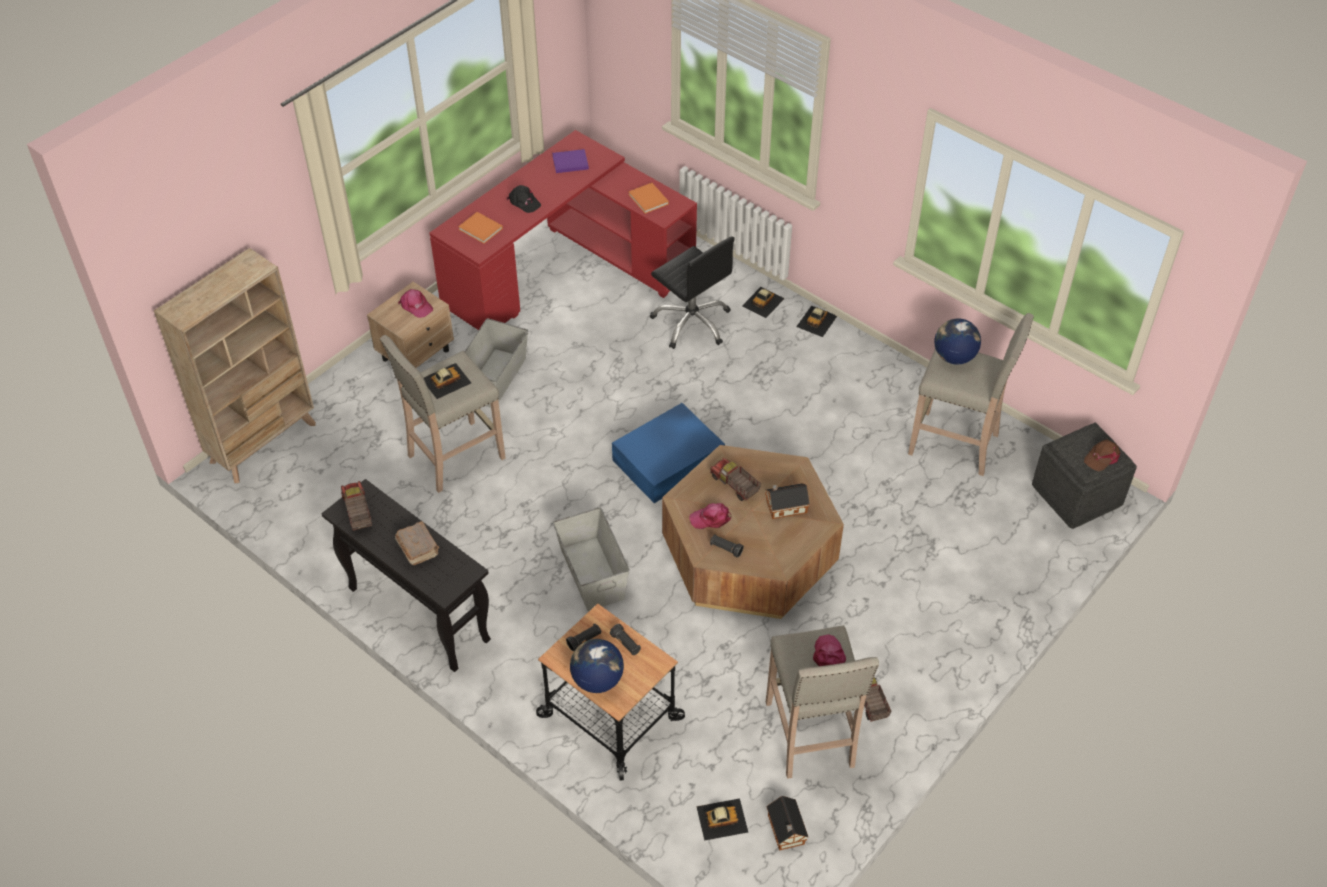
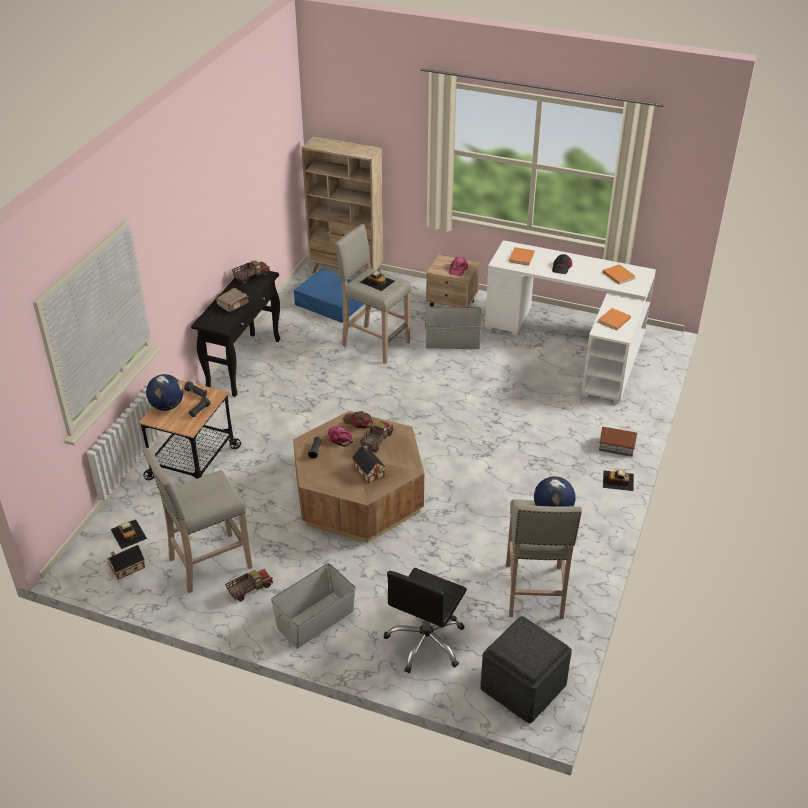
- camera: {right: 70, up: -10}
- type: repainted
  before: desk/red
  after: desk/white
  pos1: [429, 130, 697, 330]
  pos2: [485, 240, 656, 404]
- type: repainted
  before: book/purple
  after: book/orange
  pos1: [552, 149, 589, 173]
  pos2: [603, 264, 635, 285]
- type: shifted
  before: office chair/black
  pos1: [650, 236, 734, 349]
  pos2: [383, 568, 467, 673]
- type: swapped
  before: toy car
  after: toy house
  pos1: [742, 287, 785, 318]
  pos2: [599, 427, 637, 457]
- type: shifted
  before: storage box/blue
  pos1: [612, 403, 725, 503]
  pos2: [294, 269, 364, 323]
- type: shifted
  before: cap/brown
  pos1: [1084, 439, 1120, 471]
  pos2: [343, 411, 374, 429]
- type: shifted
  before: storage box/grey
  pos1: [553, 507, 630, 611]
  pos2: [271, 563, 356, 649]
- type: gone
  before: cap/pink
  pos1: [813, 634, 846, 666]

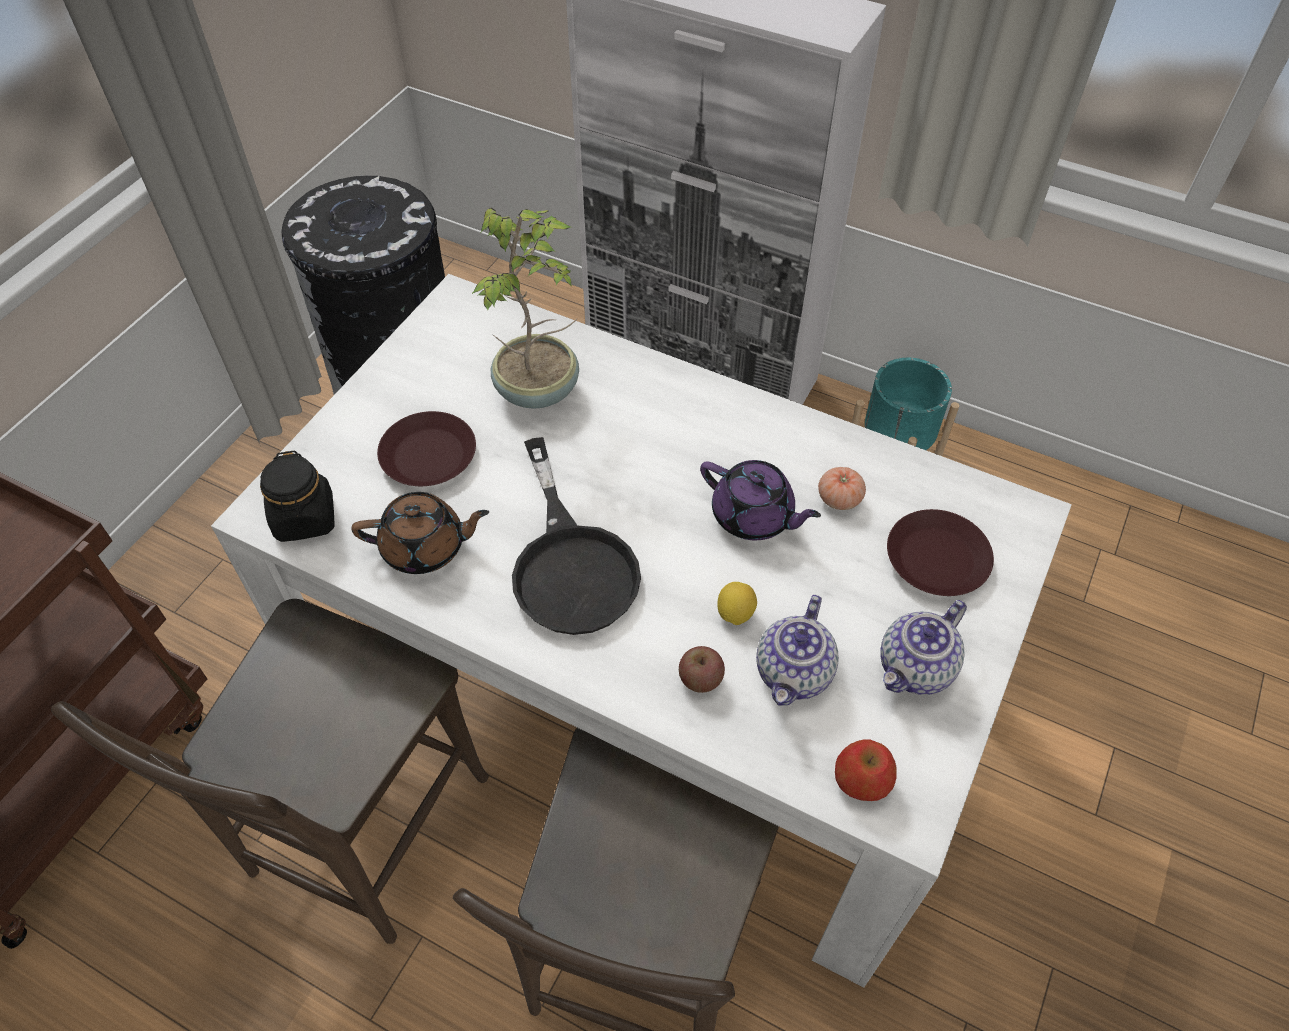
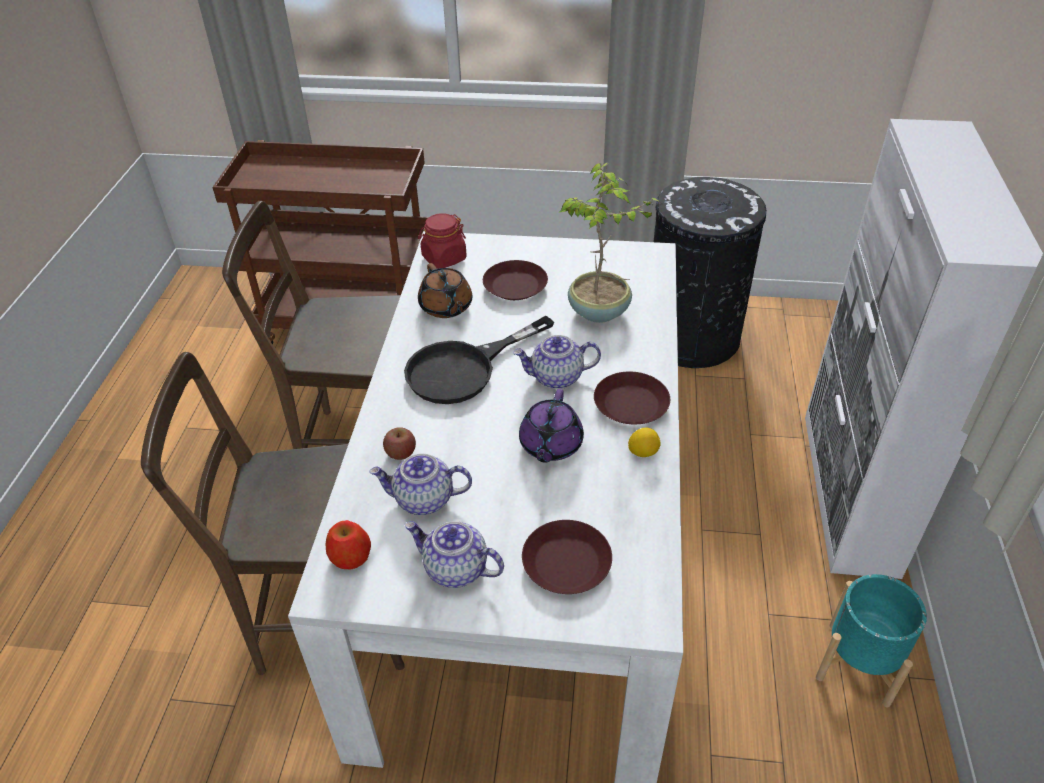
- camera: {right: 70, up: -10}
- type: repainted
  before: jar/black
  after: jar/red
  pos1: [260, 450, 335, 542]
  pos2: [418, 213, 467, 269]
- type: gone
  before: tomato
  pos1: [818, 467, 866, 510]
- type: shifted
  before: lemon
  pos1: [717, 582, 757, 625]
  pos2: [628, 428, 661, 457]
- type: new
  after: teapot
  pos2: [513, 335, 601, 389]
- type: new
  after: plate/brown
  pos2: [594, 372, 670, 424]

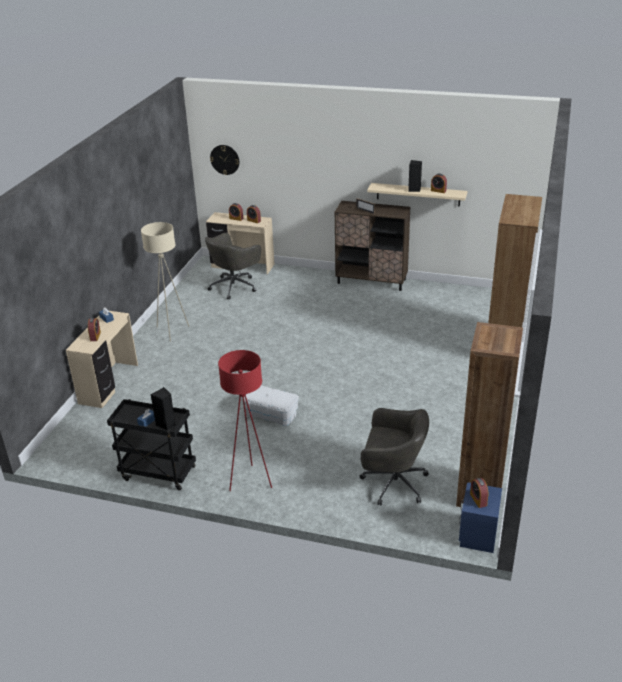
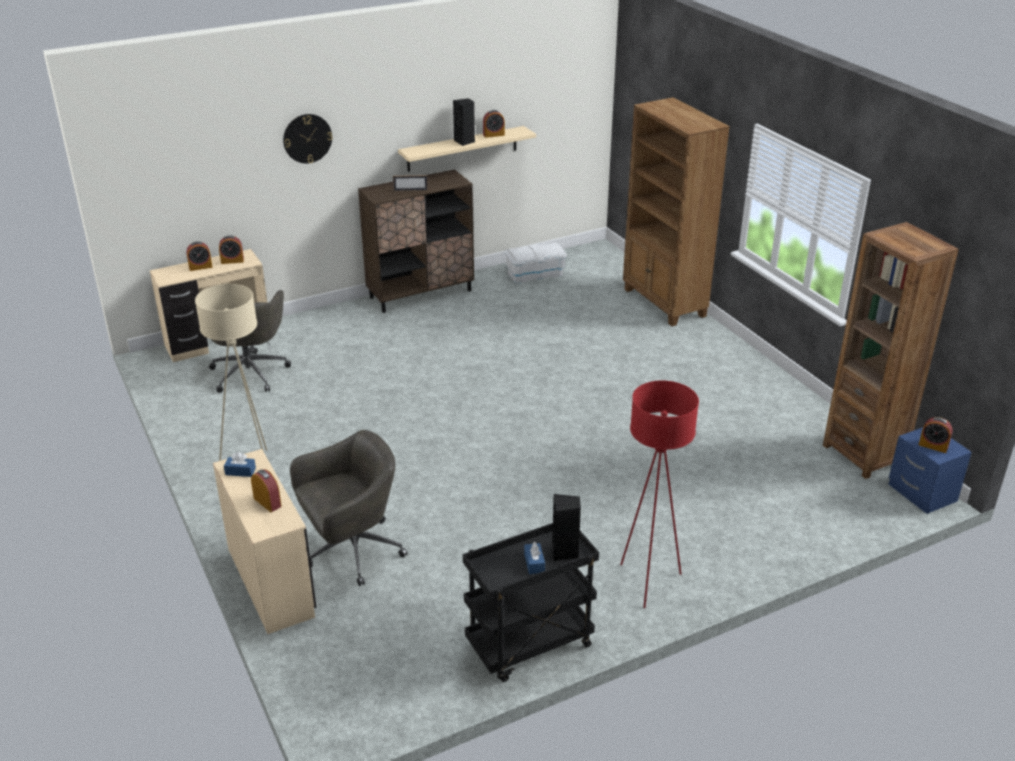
- camera: {right: -45, up: 0}
- type: shifted
  before: wall clock
  pos1: [210, 145, 239, 175]
  pos2: [283, 114, 332, 163]
- type: shifted
  before: storage box/white
  pos1: [244, 385, 299, 426]
  pos2: [505, 242, 567, 283]
- type: shifted
  before: office chair/grey
  pos1: [360, 408, 429, 505]
  pos2: [290, 430, 407, 586]

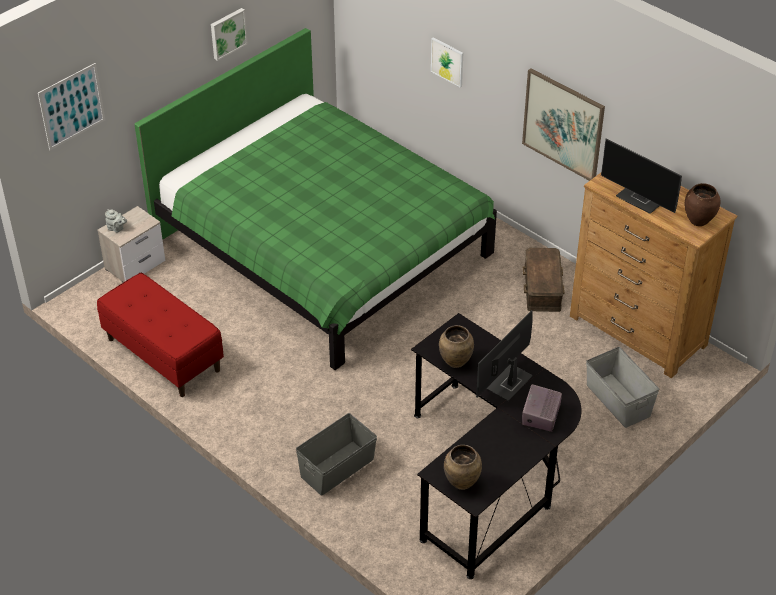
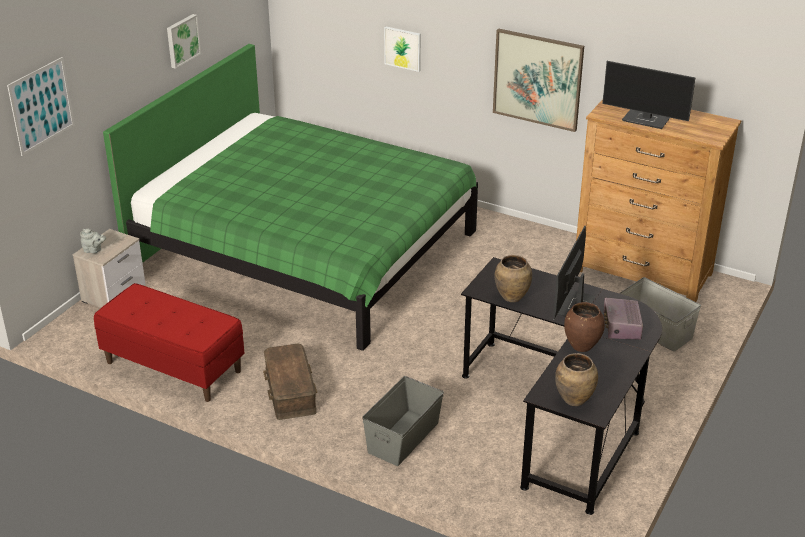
- camera: {right: -15, up: -10}
- type: shifted
  before: vase/brown
  pos1: [685, 183, 720, 226]
  pos2: [564, 302, 605, 352]
- type: shifted
  before: storage box/brown
  pos1: [523, 248, 565, 312]
  pos2: [263, 344, 317, 420]

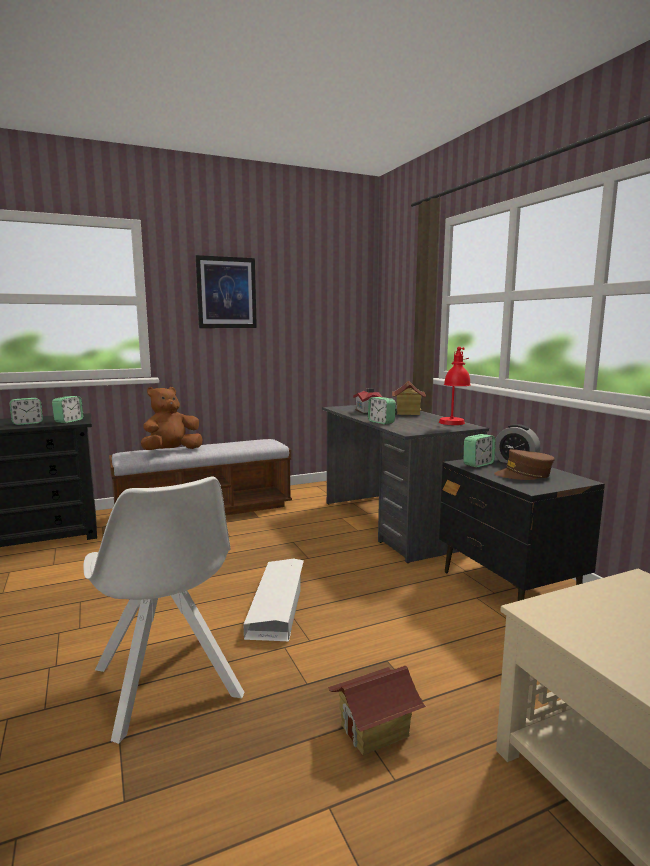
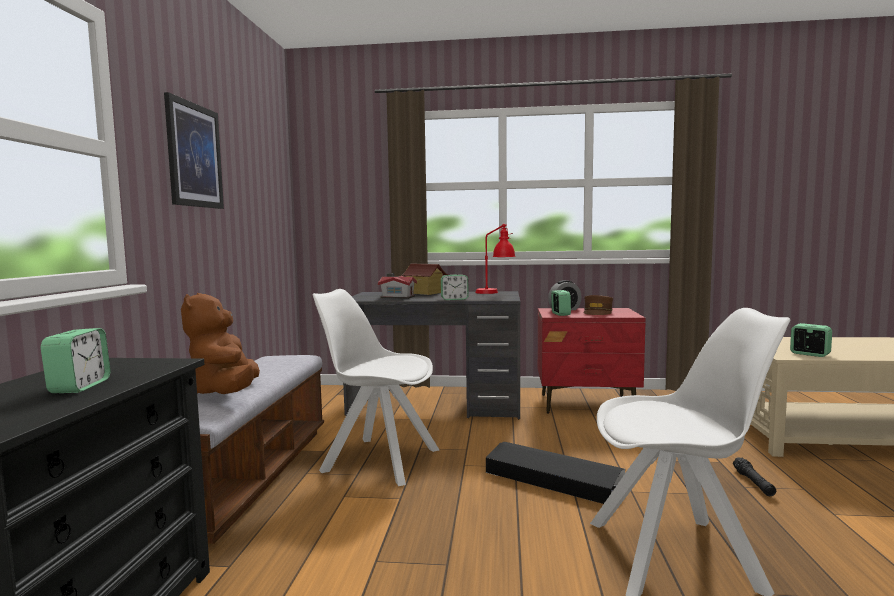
- camera: {right: -60, up: -5}
- type: shifted
  before: alarm clock
  pos1: [52, 396, 83, 423]
  pos2: [790, 323, 832, 357]
- type: repainted
  before: nightstand/black
  after: nightstand/red
  pos1: [439, 455, 605, 601]
  pos2: [538, 308, 646, 413]
- type: repainted
  before: storage box/white
  after: storage box/black
  pos1: [244, 559, 304, 642]
  pos2: [486, 442, 625, 504]
- type: swapped
  before: toy house
  after: flashlight/black
  pos1: [328, 666, 426, 755]
  pos2: [733, 458, 776, 496]
- type: new
  after: chair/white
  pos2: [313, 289, 439, 486]

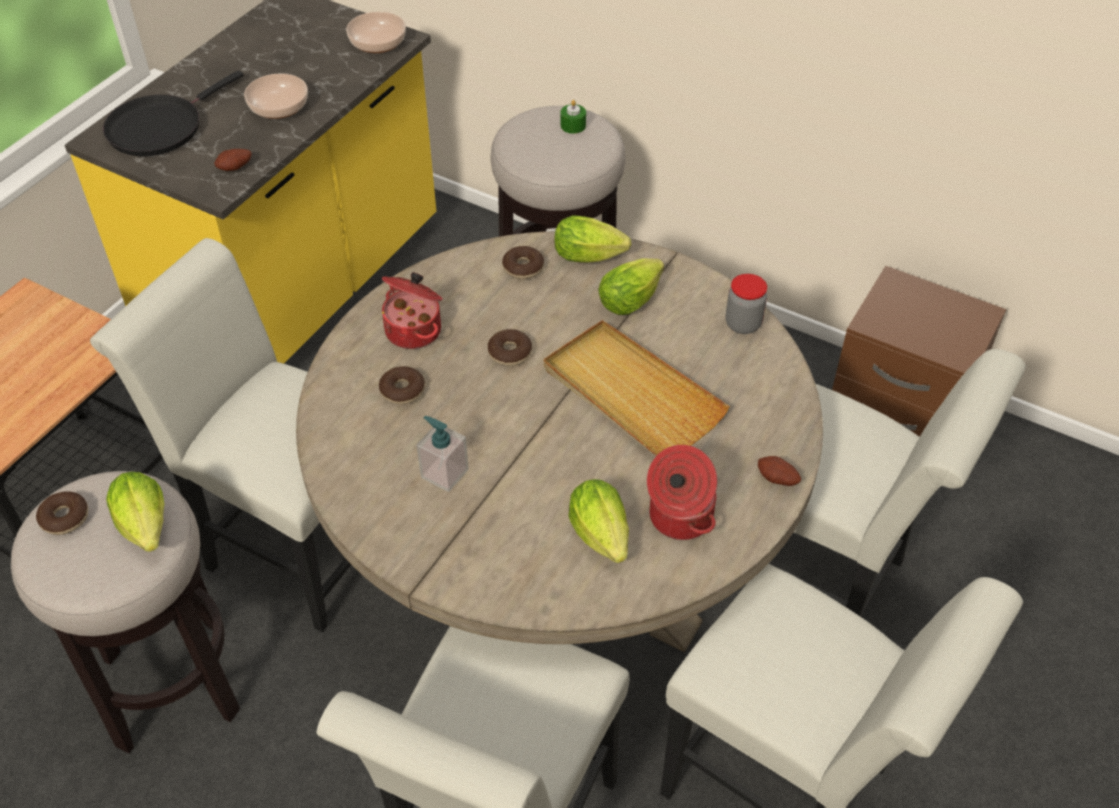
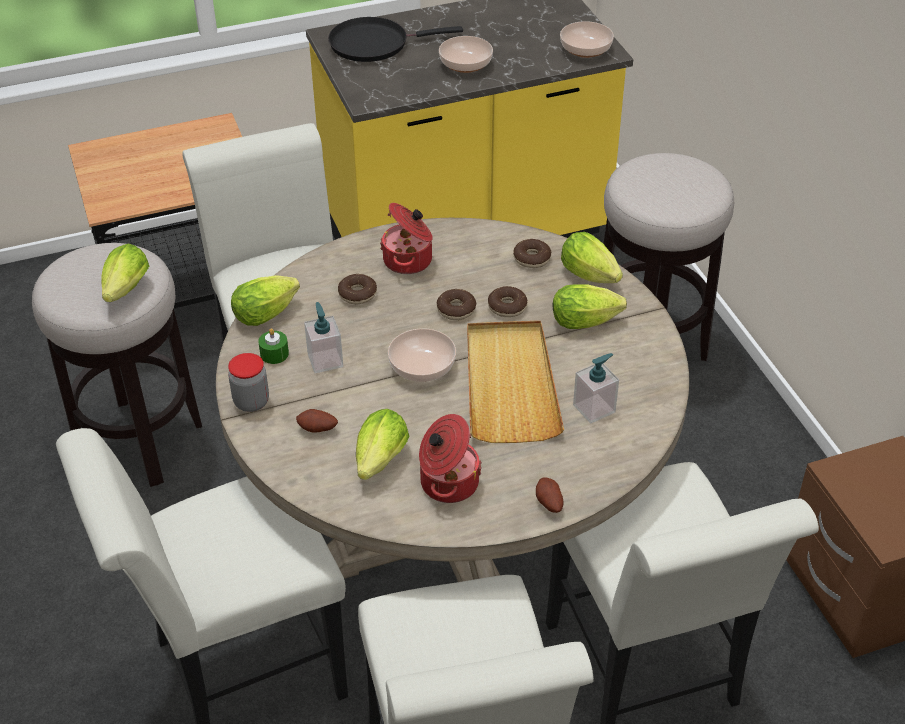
- camera: {right: 40, up: -5}
- type: shifted
  before: candle/green
  pos1: [561, 100, 586, 134]
  pos2: [258, 328, 289, 364]
- type: shifted
  before: potato
  pos1: [214, 149, 252, 171]
  pos2: [296, 409, 338, 433]
- type: shifted
  before: jar
  pos1: [726, 274, 767, 334]
  pos2: [228, 353, 269, 412]
- type: shifted
  before: donut
  pos1: [36, 491, 88, 535]
  pos2: [488, 286, 527, 317]
- type: new
  after: lettuce
  pos2: [231, 275, 300, 326]
- type: new
  after: bowl
  pos2: [388, 328, 456, 382]
- type: new
  after: soap dispenser
  pos2: [573, 353, 619, 424]

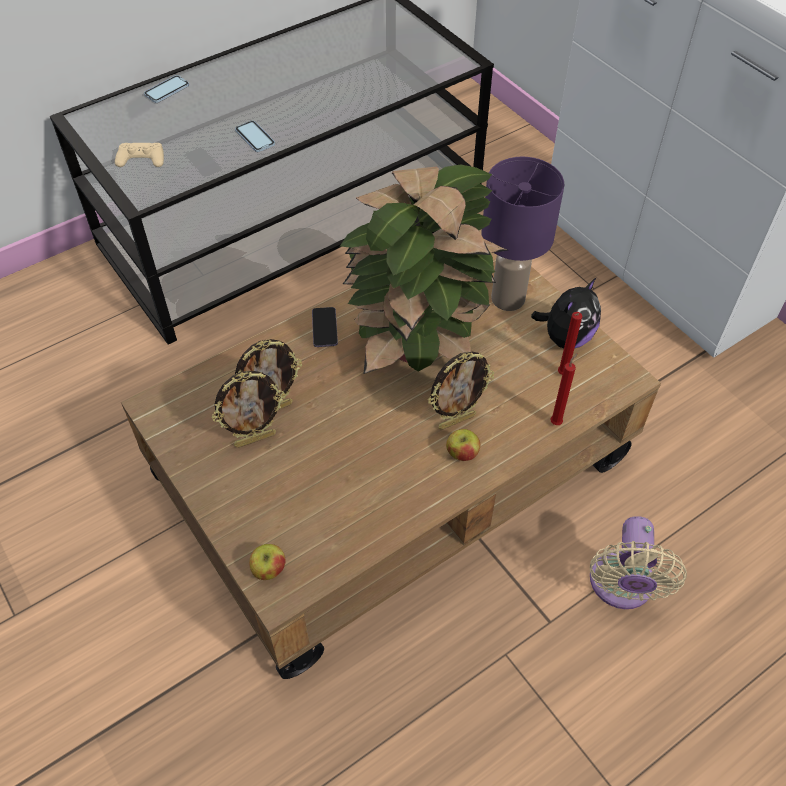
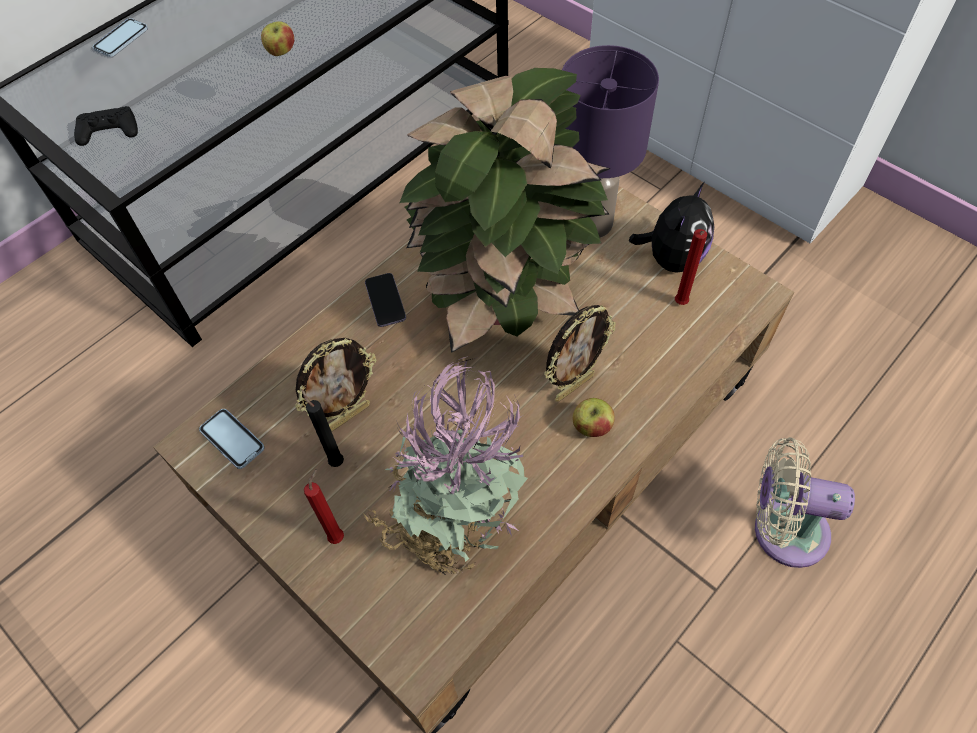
- camera: {right: -10, up: 5}
- type: shifted
  before: phone
  pos1: [235, 121, 275, 152]
  pos2: [199, 409, 265, 469]
- type: repainted
  before: game controller/beige
  after: game controller/black
  pos1: [115, 143, 164, 167]
  pos2: [74, 106, 138, 146]
- type: shifted
  before: candle/red
  pos1: [550, 353, 578, 425]
  pos2: [304, 469, 344, 544]
- type: swapped
  before: picture frame
  after: candle/black
  pos1: [212, 371, 285, 448]
  pos2: [301, 389, 344, 467]
- type: rotated
  before: fan/beige
  pos1: [590, 516, 687, 609]
  pos2: [755, 437, 855, 568]
  turn: 105
- type: shifted
  before: apple
  pos1: [249, 544, 286, 580]
  pos2: [261, 21, 294, 56]
- type: new
  after: potted plant
  pos2: [363, 356, 528, 575]

